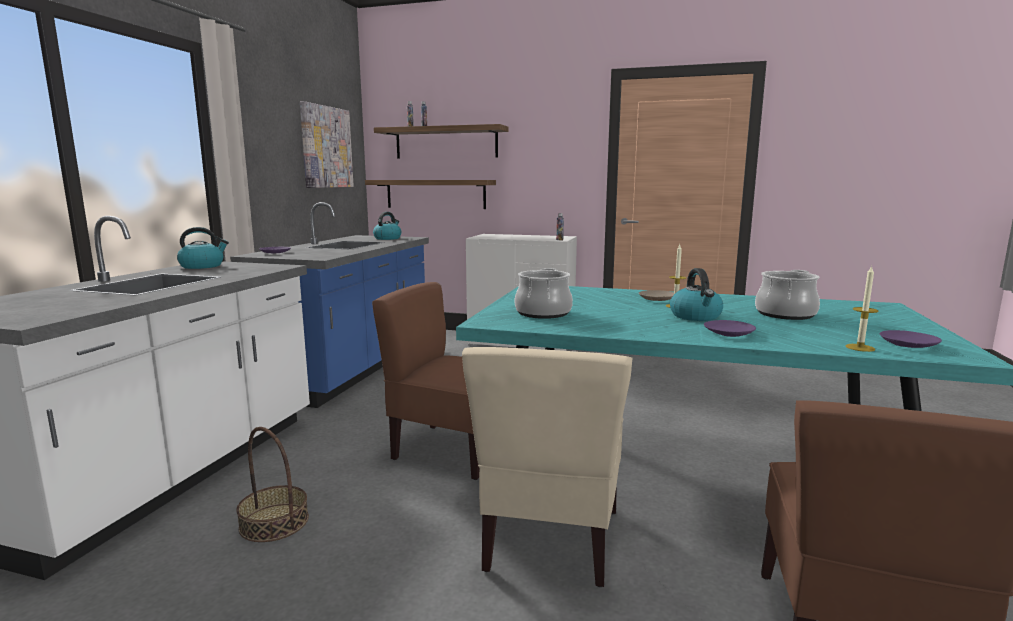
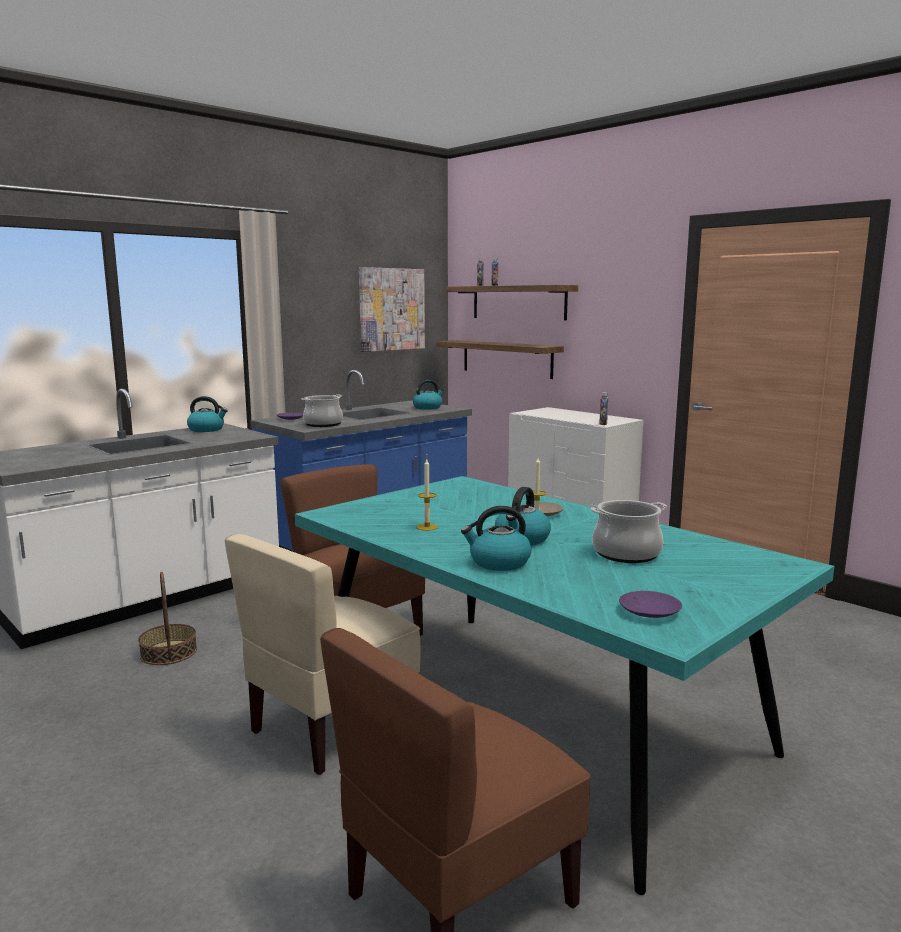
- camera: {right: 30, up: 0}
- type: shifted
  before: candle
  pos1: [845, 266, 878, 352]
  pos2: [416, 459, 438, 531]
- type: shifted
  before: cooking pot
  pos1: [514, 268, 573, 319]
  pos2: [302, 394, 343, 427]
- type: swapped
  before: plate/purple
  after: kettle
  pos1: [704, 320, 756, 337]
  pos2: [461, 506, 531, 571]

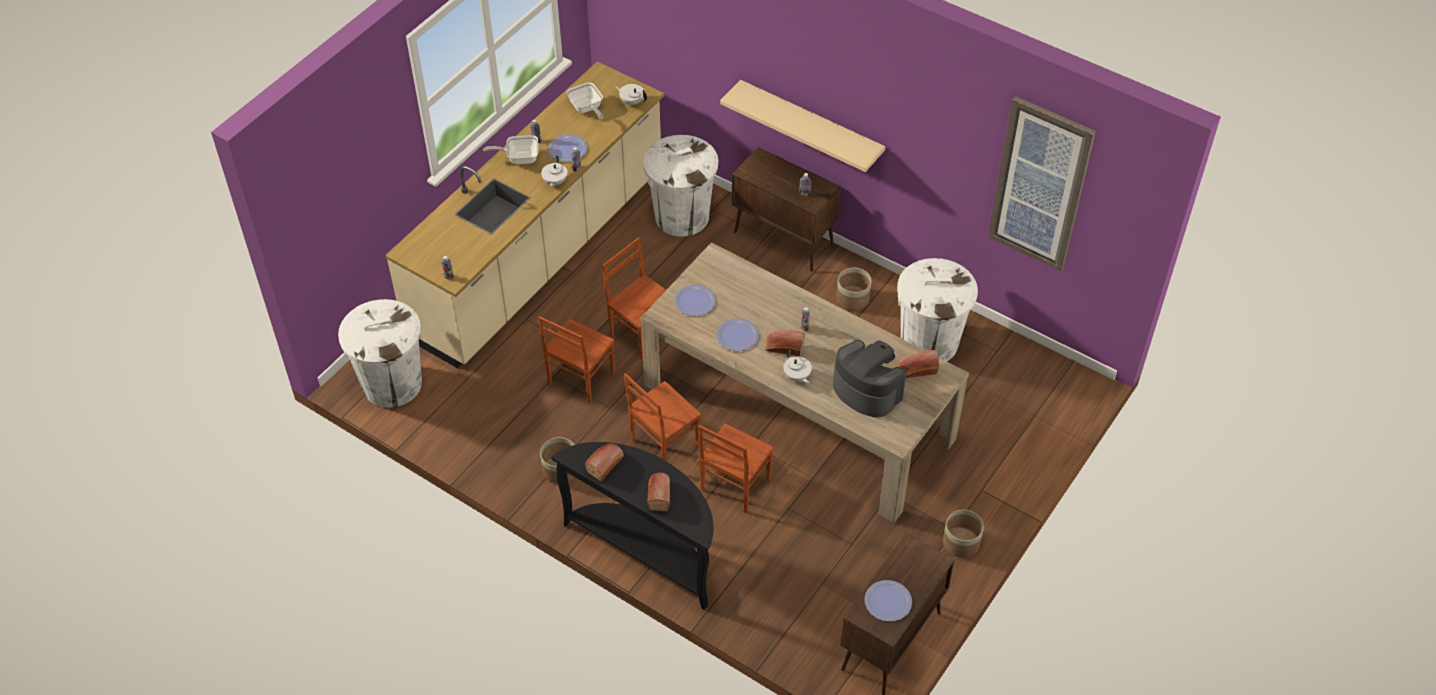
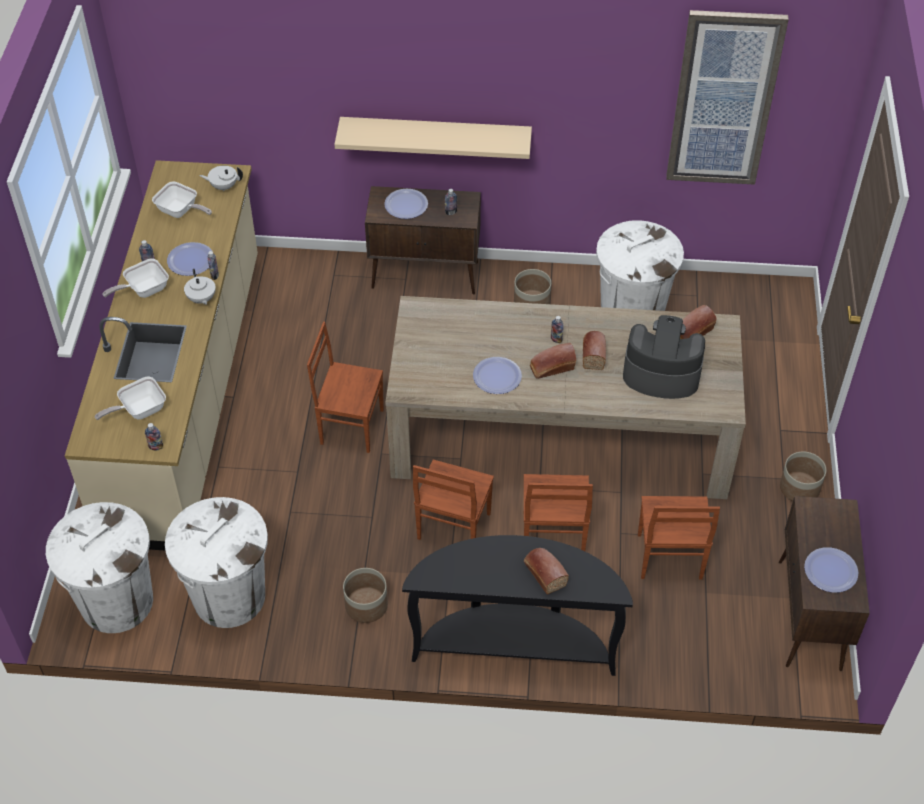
- camera: {right: -30, up: 0}
- type: shifted
  before: trash can/white
  pos1: [643, 135, 718, 237]
  pos2: [165, 497, 268, 628]
- type: shifted
  before: plate
  pos1: [674, 285, 716, 317]
  pos2: [384, 189, 428, 219]
- type: shifted
  before: chair/brown
  pos1: [538, 316, 615, 404]
  pos2: [638, 496, 720, 580]
- type: gone
  before: teapot/white
  pos1: [784, 350, 812, 383]
- type: shifted
  before: bread
  pos1: [585, 444, 624, 481]
  pos2: [583, 331, 606, 370]
- type: new
  after: frying pan
  pos2: [95, 377, 166, 420]

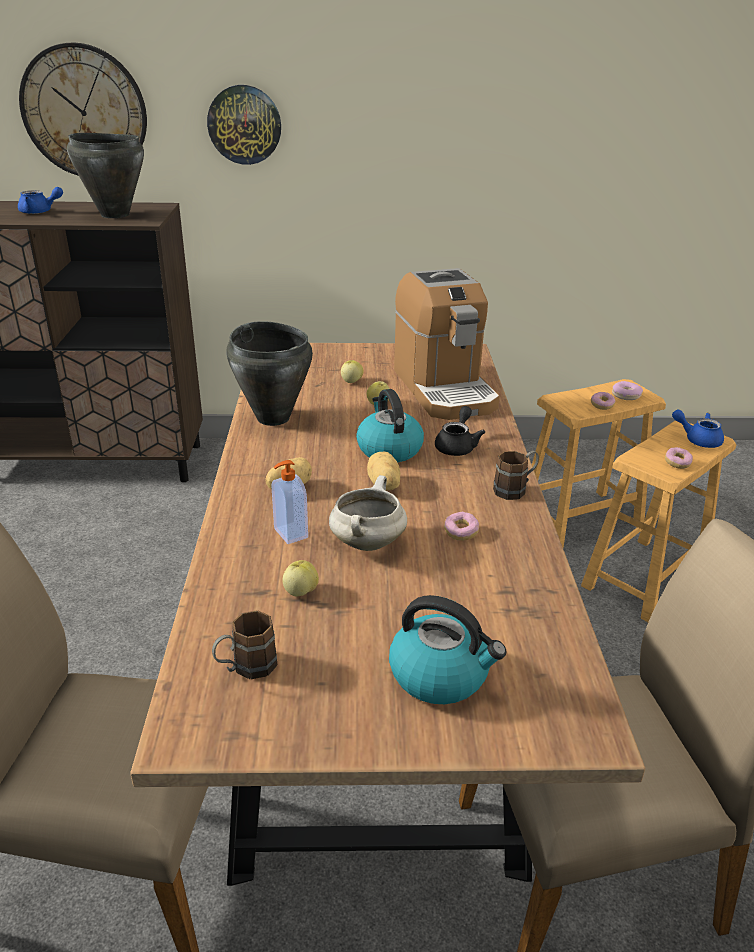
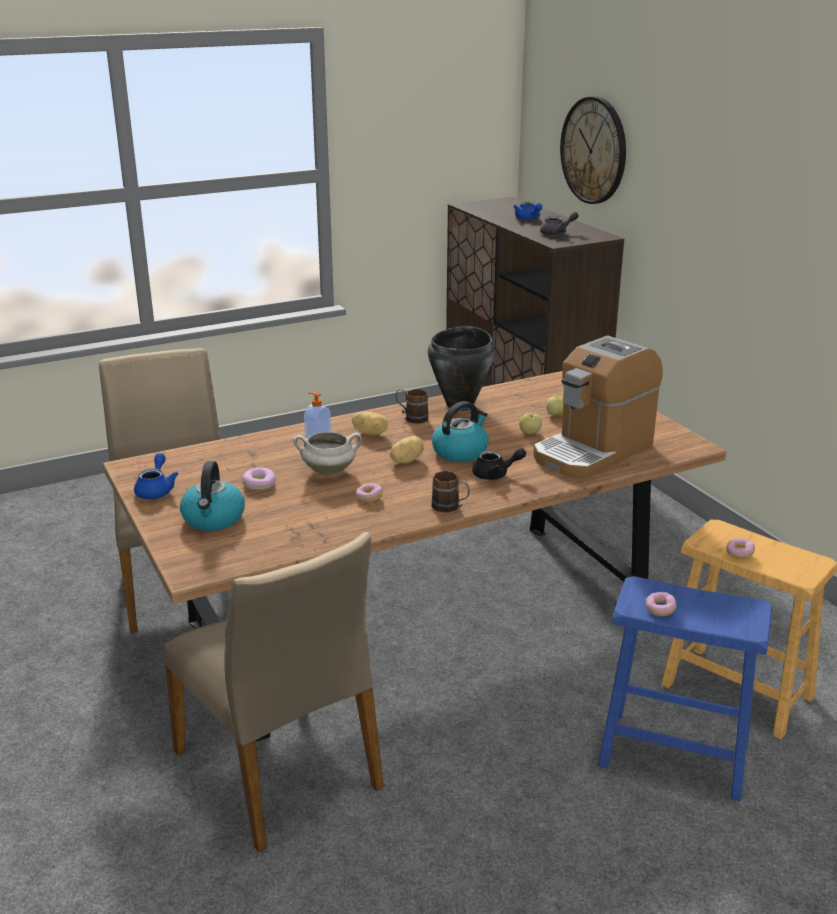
- camera: {right: 65, up: -5}
- type: gone
  before: wall clock
  pos1: [207, 85, 281, 165]
- type: swapped
  before: cooking pot/black
  after: teapot/grey
  pos1: [67, 133, 144, 218]
  pos2: [540, 211, 579, 236]
- type: shifted
  before: donut
  pos1: [612, 381, 643, 400]
  pos2: [243, 468, 276, 490]
- type: shifted
  before: teapot/blue
  pos1: [672, 409, 724, 448]
  pos2: [134, 453, 178, 499]
- type: repainted
  before: stool/brown
  after: stool/blue
  pos1: [581, 421, 737, 622]
  pos2: [598, 576, 772, 801]
- type: gone
  before: apple
  pos1: [282, 560, 319, 596]
- type: shifted
  before: mug/brown
  pos1: [212, 610, 278, 679]
  pos2: [395, 389, 428, 424]

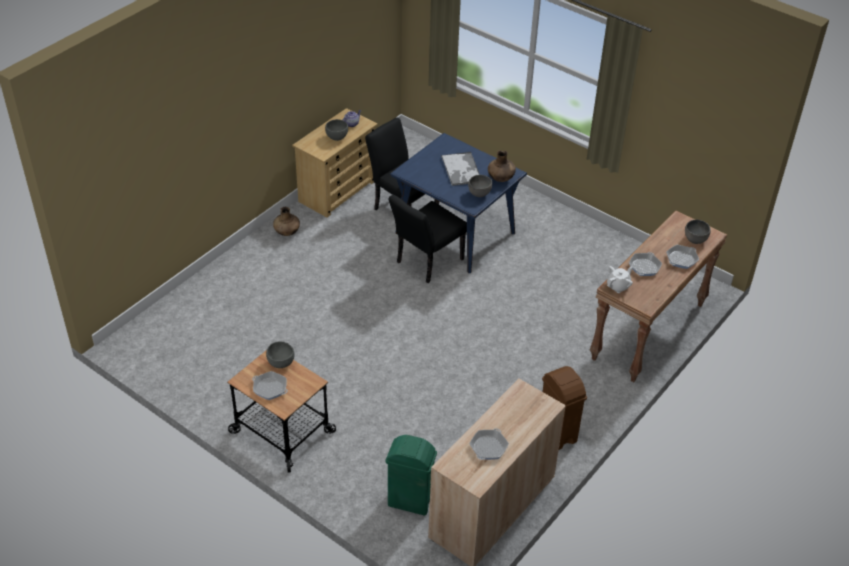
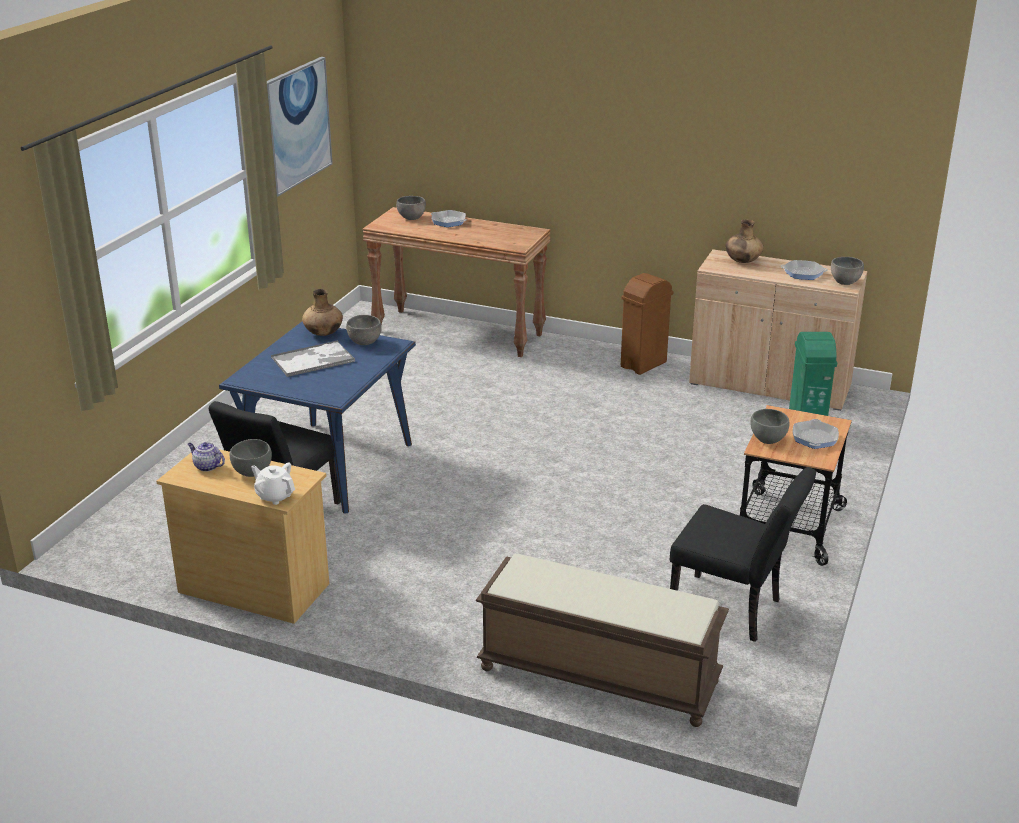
- camera: {right: -105, up: -15}
- type: shifted
  before: chair/black
  pos1: [388, 195, 467, 283]
  pos2: [670, 467, 816, 642]
- type: shifted
  before: vase/brown
  pos1: [273, 207, 300, 236]
  pos2: [725, 220, 763, 263]
- type: gone
  before: frying pan
  pos1: [629, 252, 662, 276]
- type: shifted
  before: teapot/white
  pos1: [607, 266, 633, 293]
  pos2: [251, 463, 295, 505]
- type: new
  after: picture
  pos2: [267, 57, 333, 197]
- type: new
  after: bowl/grey
  pos2: [831, 257, 864, 285]
- type: new
  after: bench/brown
  pos2: [476, 554, 729, 727]

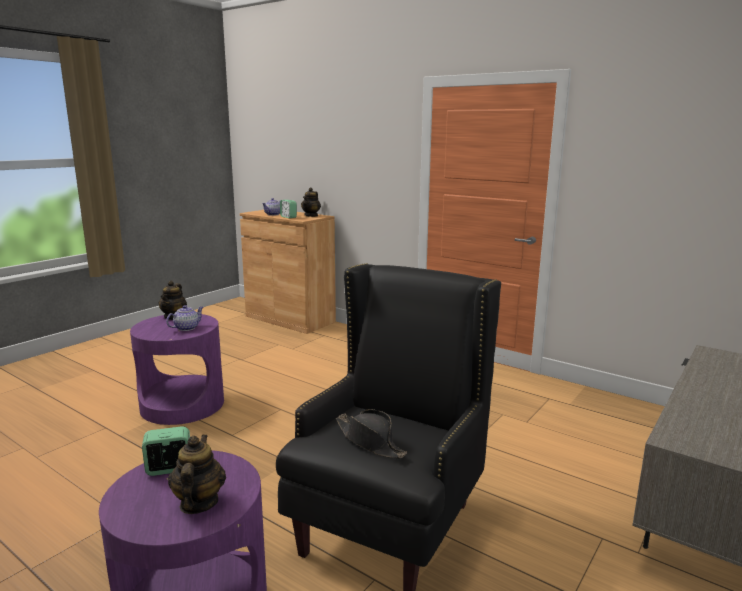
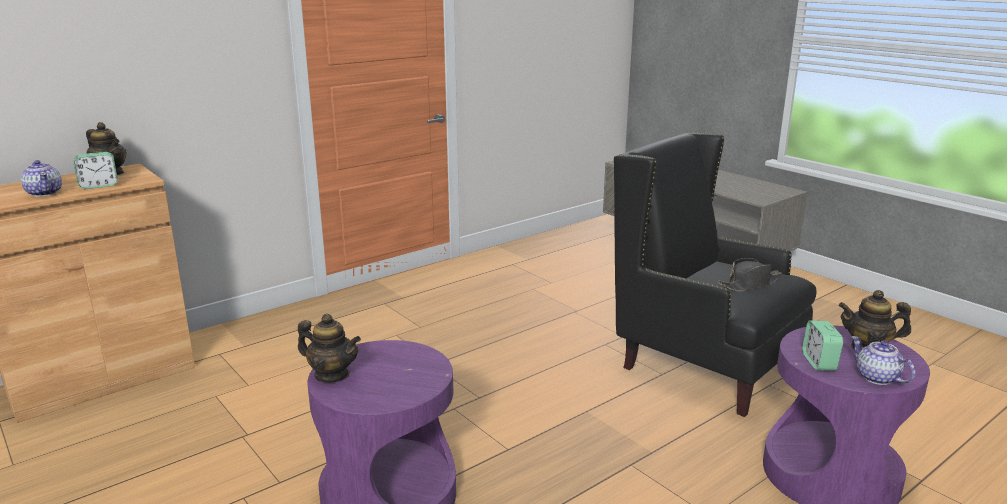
- camera: {right: -75, up: 5}
- type: shifted
  before: teapot
  pos1: [166, 305, 204, 331]
  pos2: [852, 336, 915, 385]

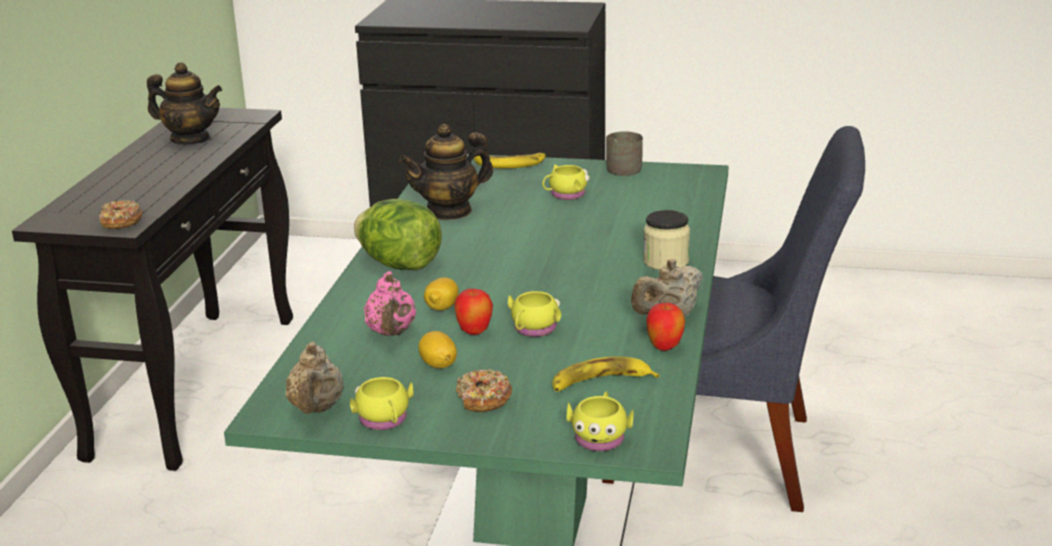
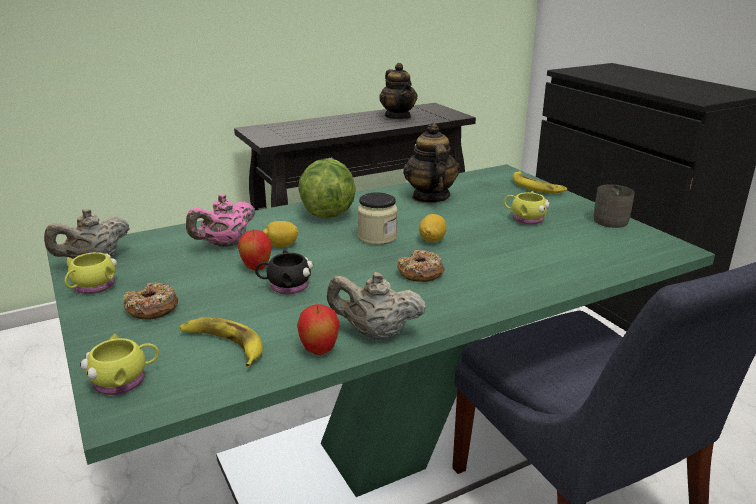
- camera: {right: 50, up: 0}
- type: rotated
  before: teapot
  pos1: [399, 124, 493, 220]
  pos2: [403, 123, 460, 203]
  turn: 60
- type: shifted
  before: donut
  pos1: [99, 200, 143, 229]
  pos2: [397, 250, 445, 282]
- type: shifted
  before: jar
  pos1: [643, 210, 690, 270]
  pos2: [357, 192, 398, 245]
- type: repainted
  before: mug/yellow
  after: mug/black
  pos1: [508, 291, 561, 337]
  pos2: [255, 250, 313, 294]
- type: shifted
  before: lemon
  pos1: [418, 331, 457, 369]
  pos2: [419, 214, 447, 242]

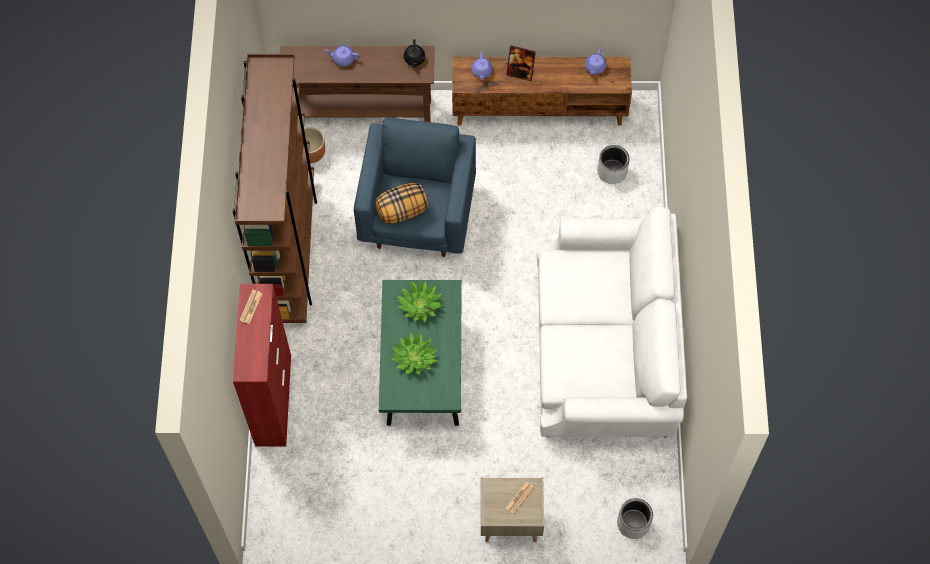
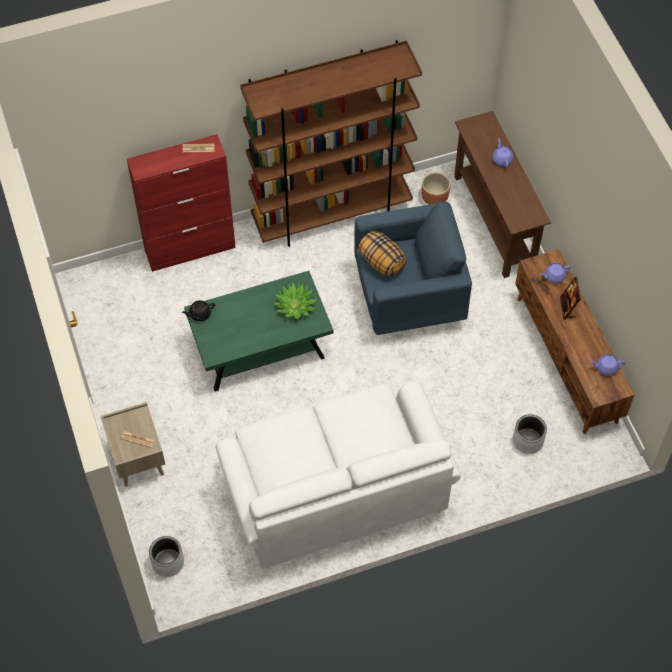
- camera: {right: 70, up: -5}
- type: shifted
  before: teapot/black
  pos1: [404, 39, 425, 67]
  pos2: [181, 300, 215, 321]
- type: gone
  before: potted plant
  pos1: [391, 333, 438, 375]

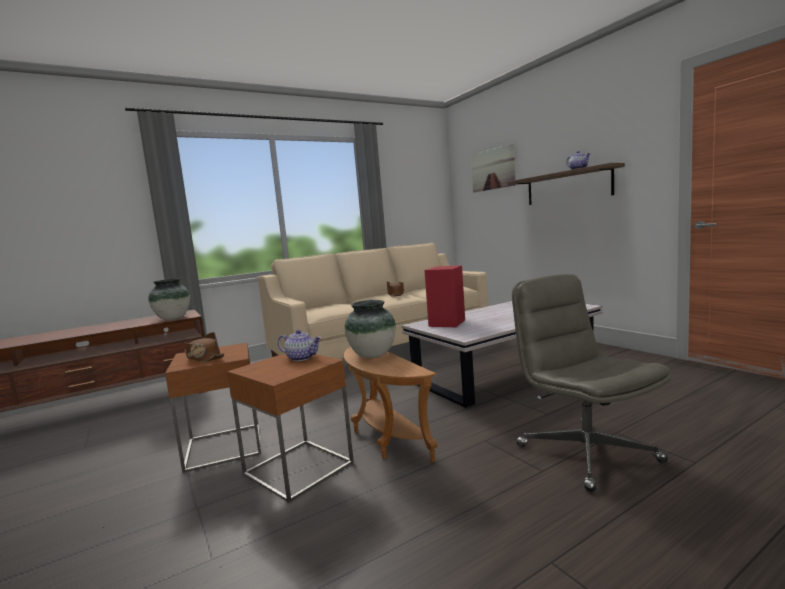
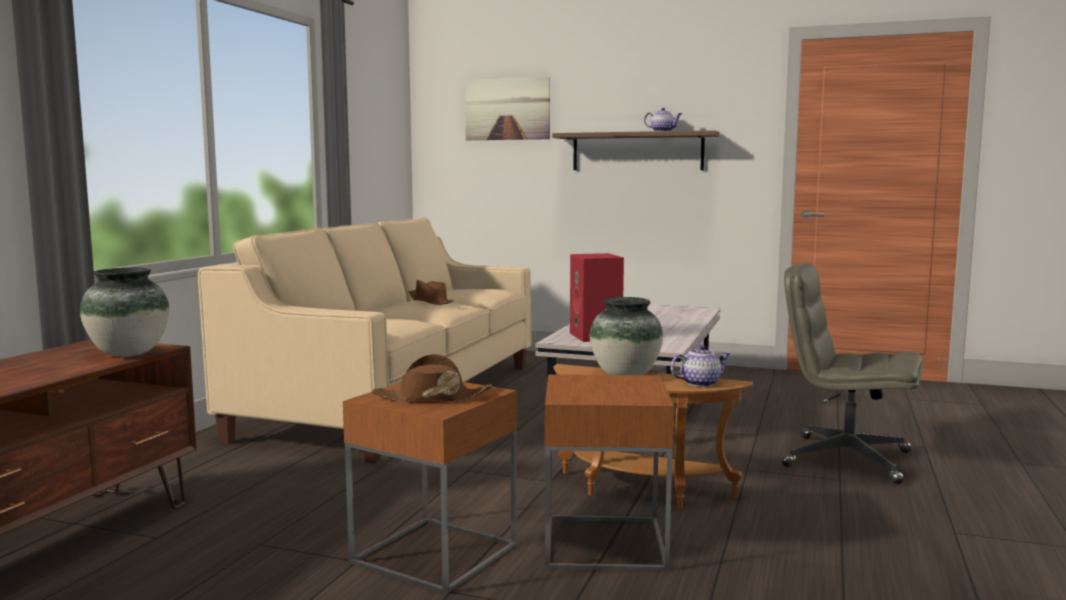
- camera: {right: -40, up: 0}
- type: shifted
  before: teapot
  pos1: [278, 329, 322, 361]
  pos2: [670, 345, 731, 387]

